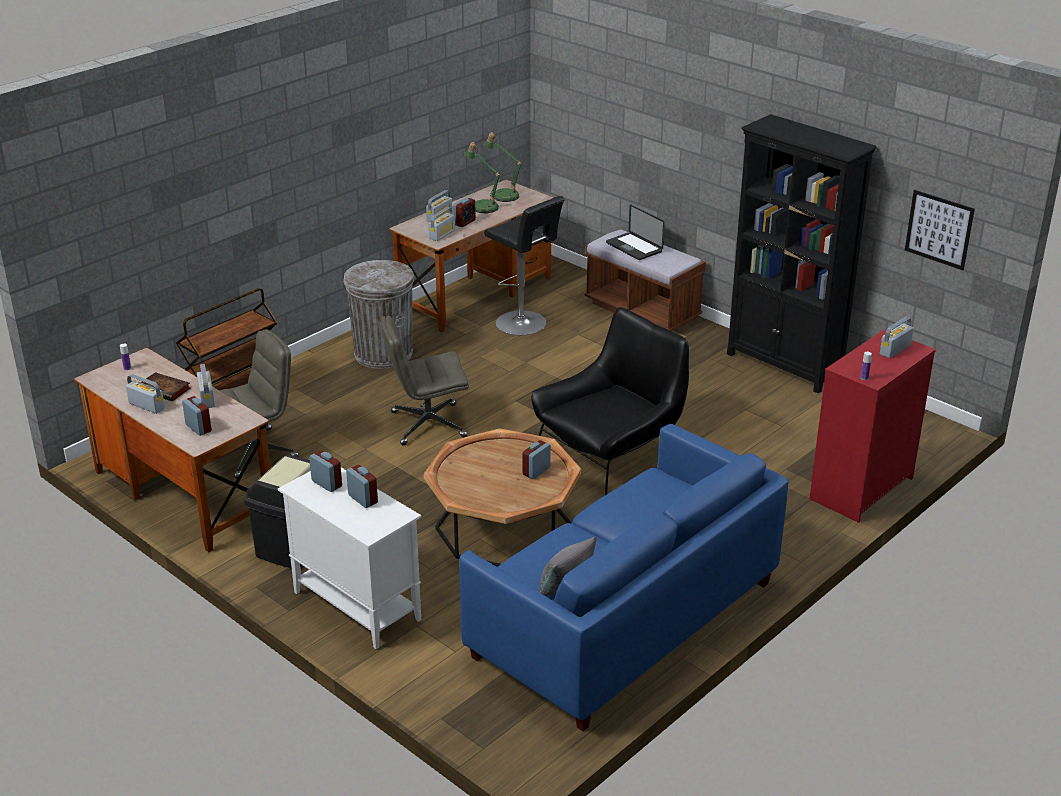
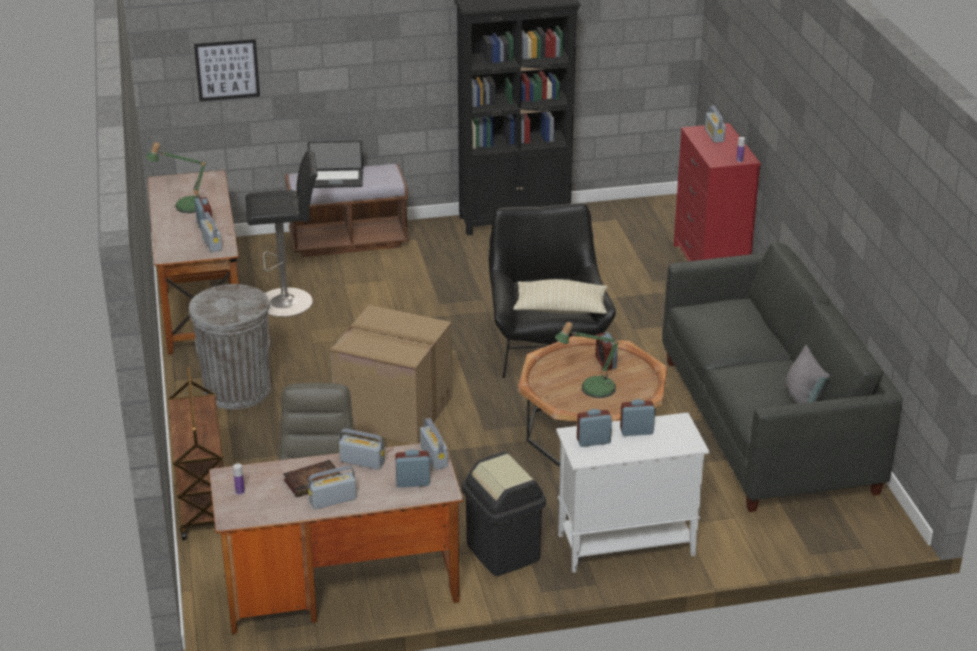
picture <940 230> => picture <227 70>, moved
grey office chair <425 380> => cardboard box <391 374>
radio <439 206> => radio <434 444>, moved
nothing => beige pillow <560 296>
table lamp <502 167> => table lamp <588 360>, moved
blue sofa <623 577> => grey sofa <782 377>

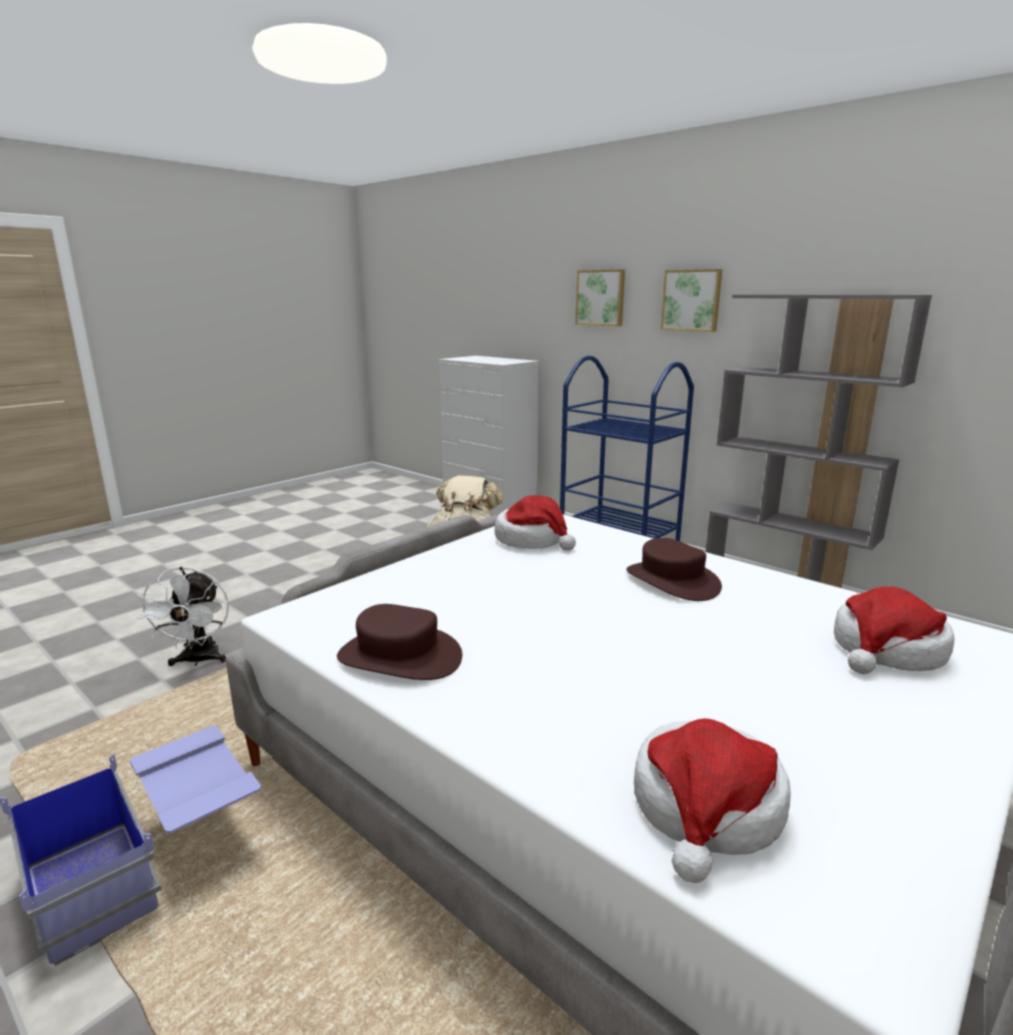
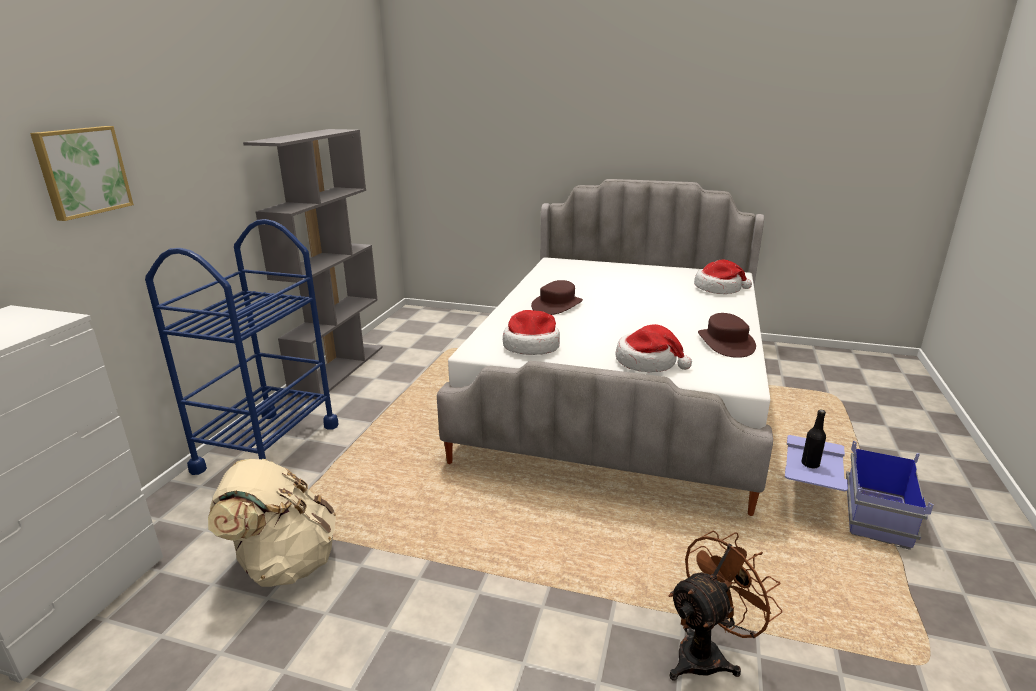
hat <894 630> => hat <653 348>, moved
white fan <183 616> => brown fan <725 606>
nothing => black bottle <813 439>
picture <691 300> => nothing

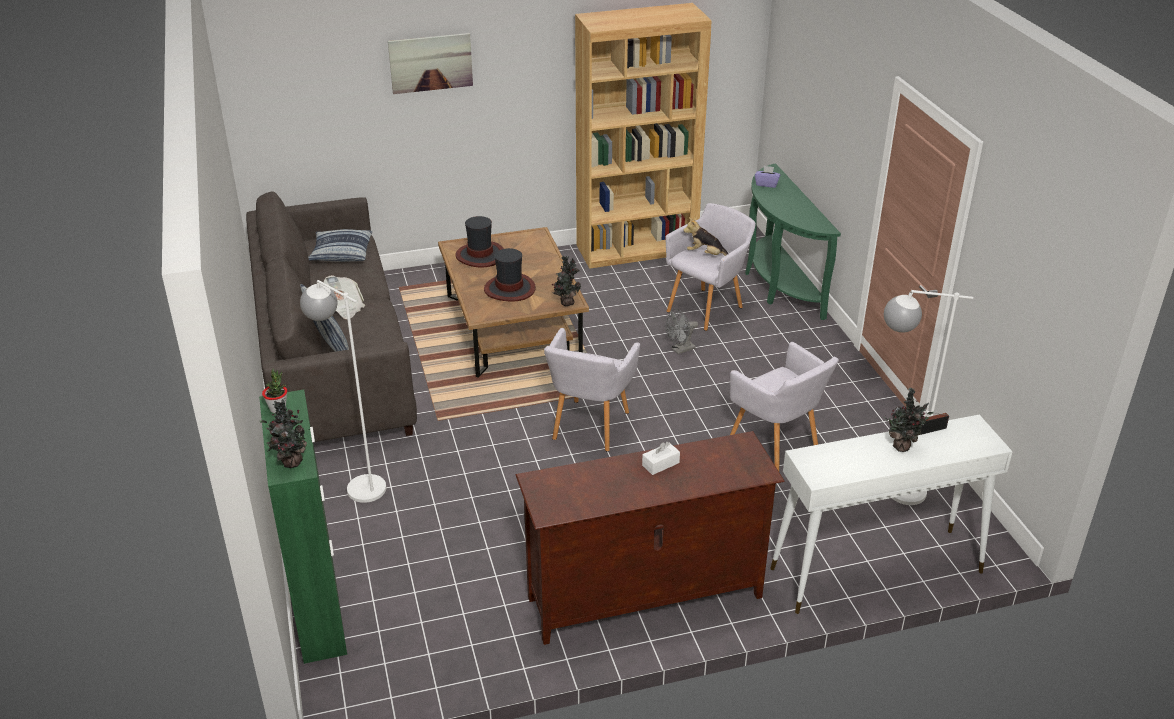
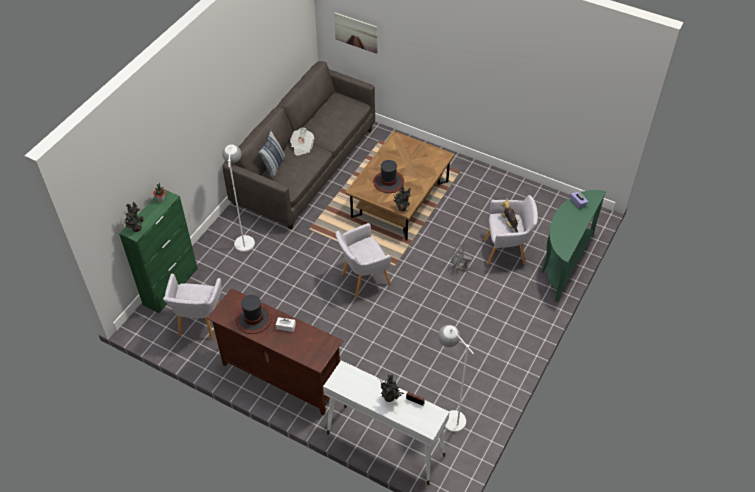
grey armchair <784 406> => grey armchair <192 306>, moved
hat <479 241> => hat <253 314>, moved
picture <430 63> => picture <356 33>, moved
pillow <340 245> => nothing
brown bookcase <643 136> => nothing

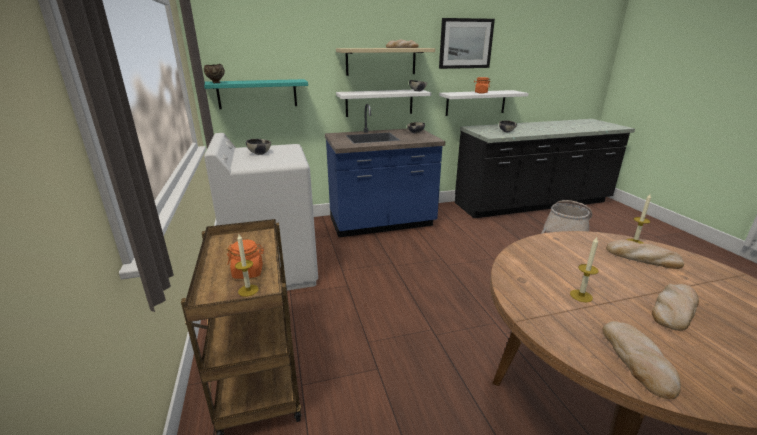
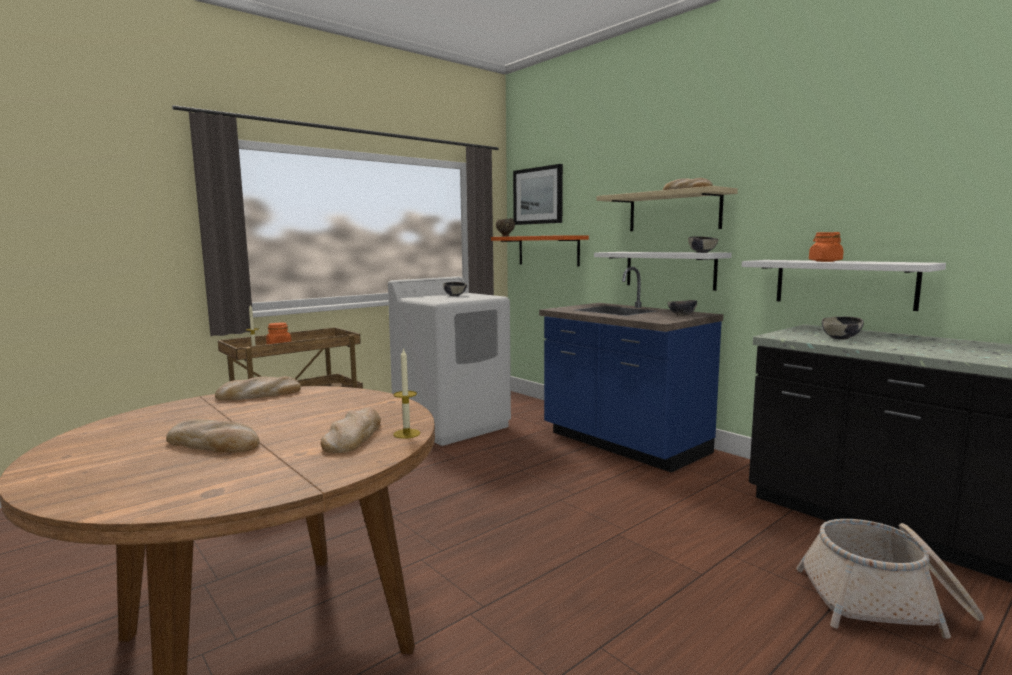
bread <642 360> => bread <258 388>, moved
turquoise shelf <256 94> => orange shelf <540 251>
picture <467 43> => picture <538 194>, moved
candle <584 269> => nothing

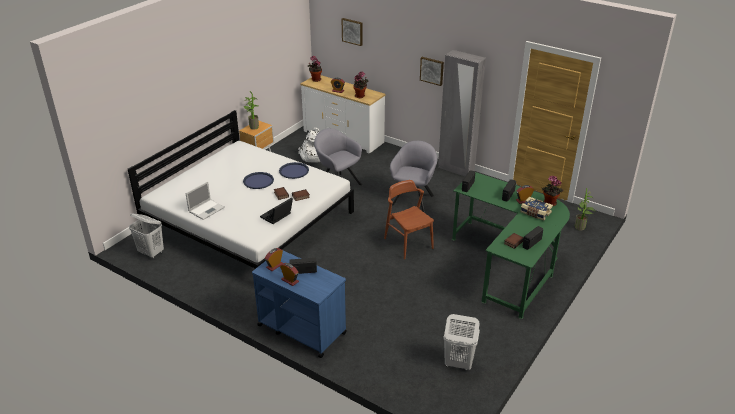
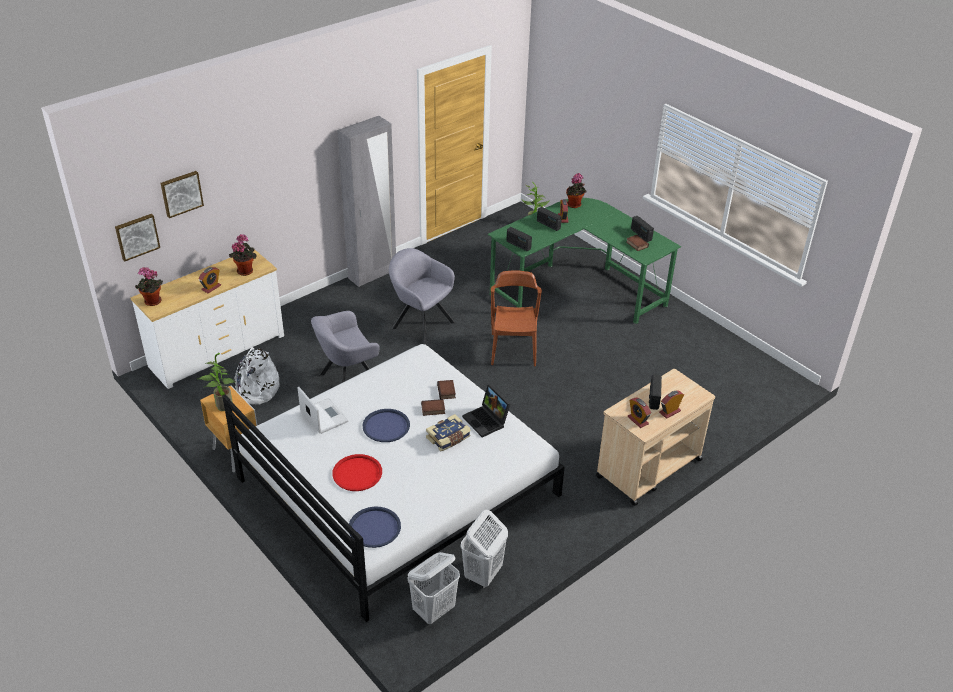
picture <432 71> => picture <137 237>, moved
laptop <205 201> => laptop <323 410>, moved
nothing => red tray <357 472>
blue tray <294 170> => blue tray <375 527>, moved
book <536 208> => book <448 433>, moved
white laundry basket <461 342> => white laundry basket <484 549>, moved
brown chair <409 219> => brown chair <516 318>, 105 degrees clockwise
blue cart <299 304> => beige cart <655 437>

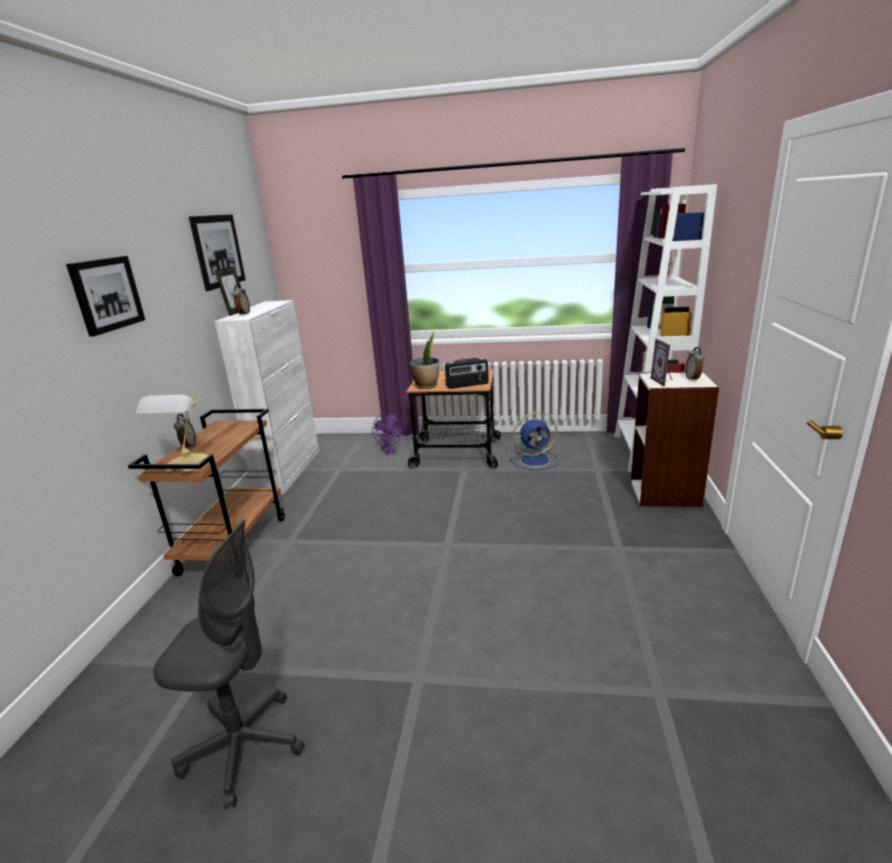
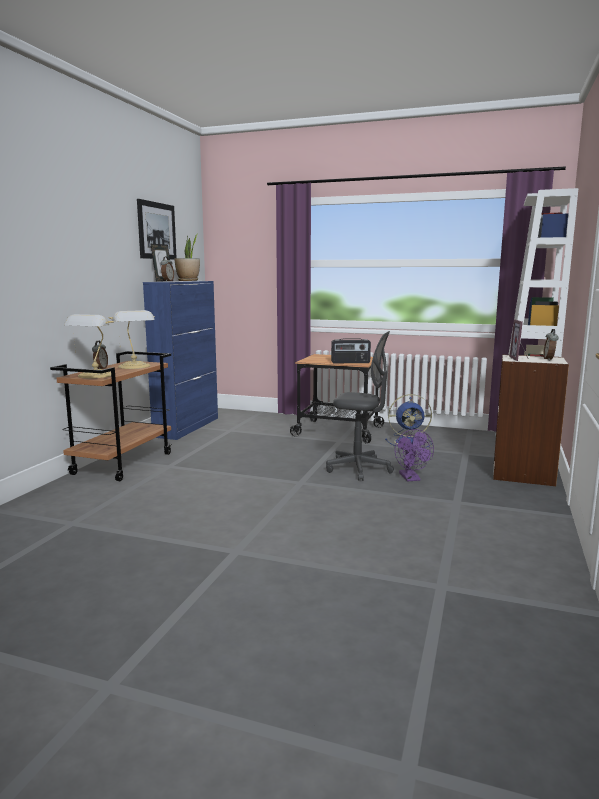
nothing => table lamp <132 339>
white cabinet <267 397> => blue cabinet <180 360>
potted plant <424 360> => potted plant <187 257>, moved
grey office chair <228 664> => grey office chair <360 406>, moved
purple fan <388 433> => purple fan <414 455>, moved
picture <105 296> => nothing

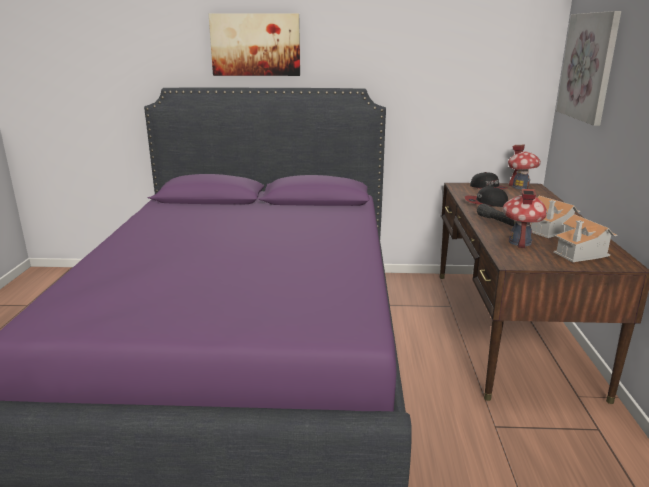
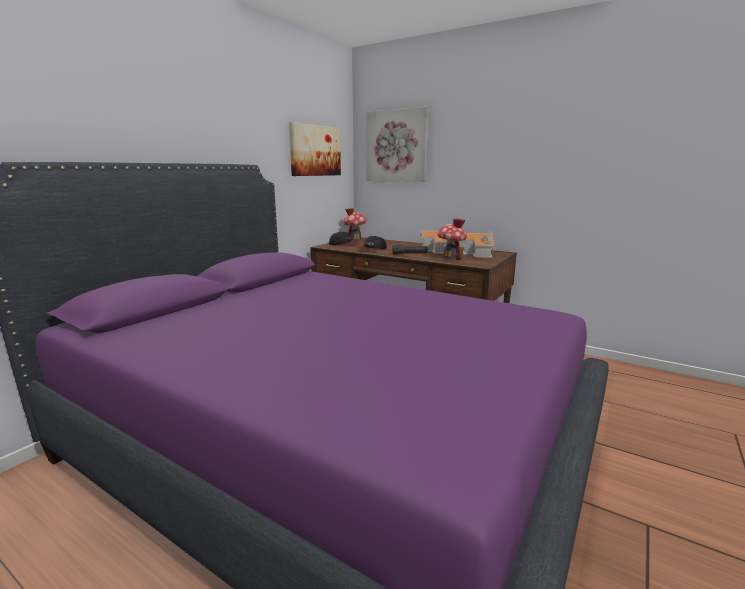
picture <254 44> => picture <315 149>, moved

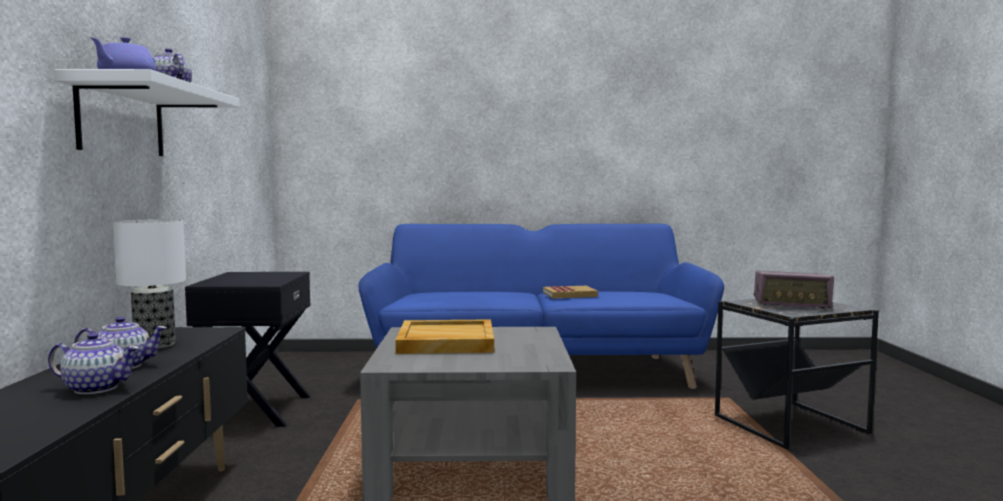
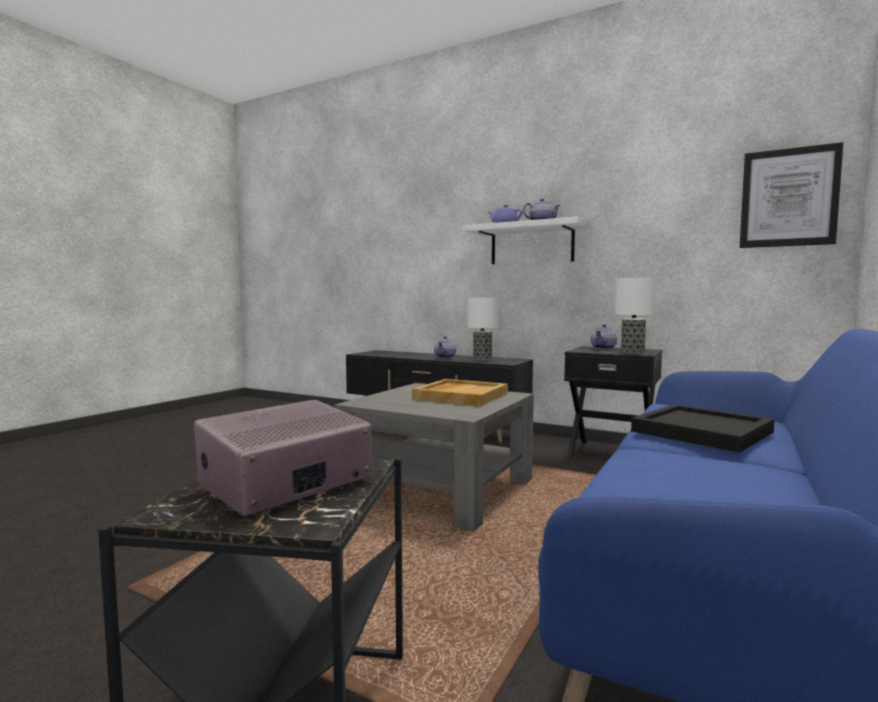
teapot <94 363> => teapot <604 337>, moved
nothing => table lamp <635 316>
nothing => black tray <703 428>
nothing => picture <791 195>
book <570 292> => nothing

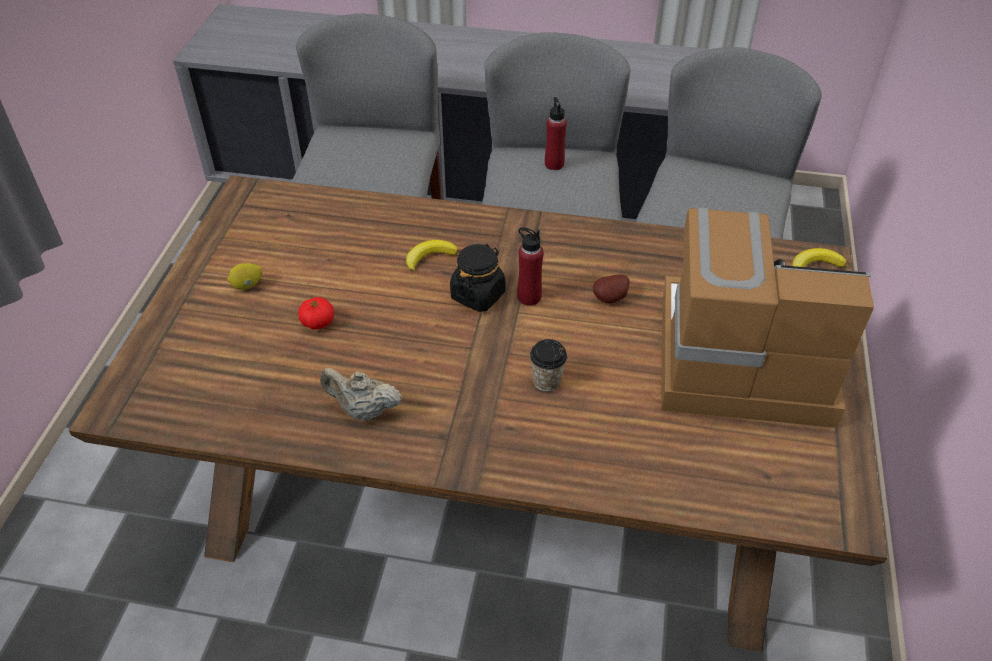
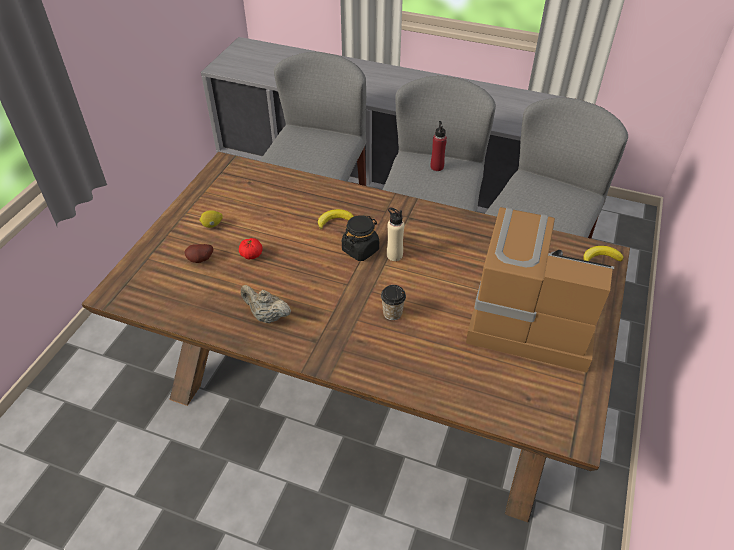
potato <611 289> => potato <198 253>, moved
red bottle <530 266> => beige bottle <395 234>

